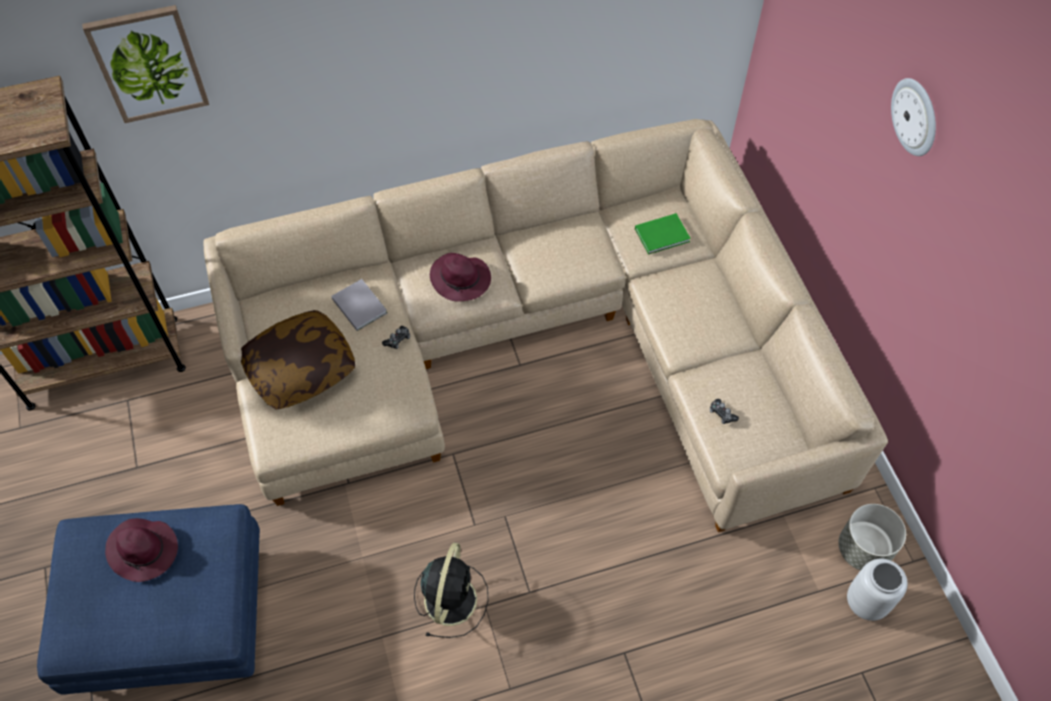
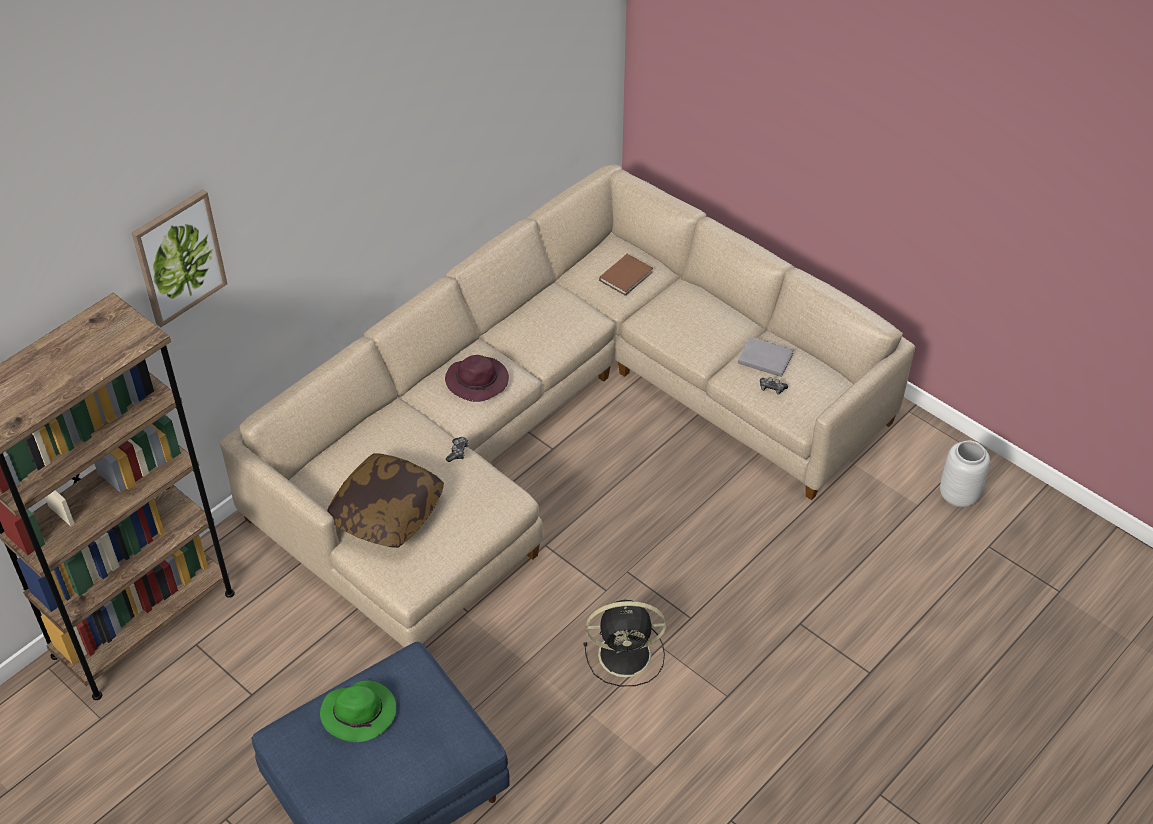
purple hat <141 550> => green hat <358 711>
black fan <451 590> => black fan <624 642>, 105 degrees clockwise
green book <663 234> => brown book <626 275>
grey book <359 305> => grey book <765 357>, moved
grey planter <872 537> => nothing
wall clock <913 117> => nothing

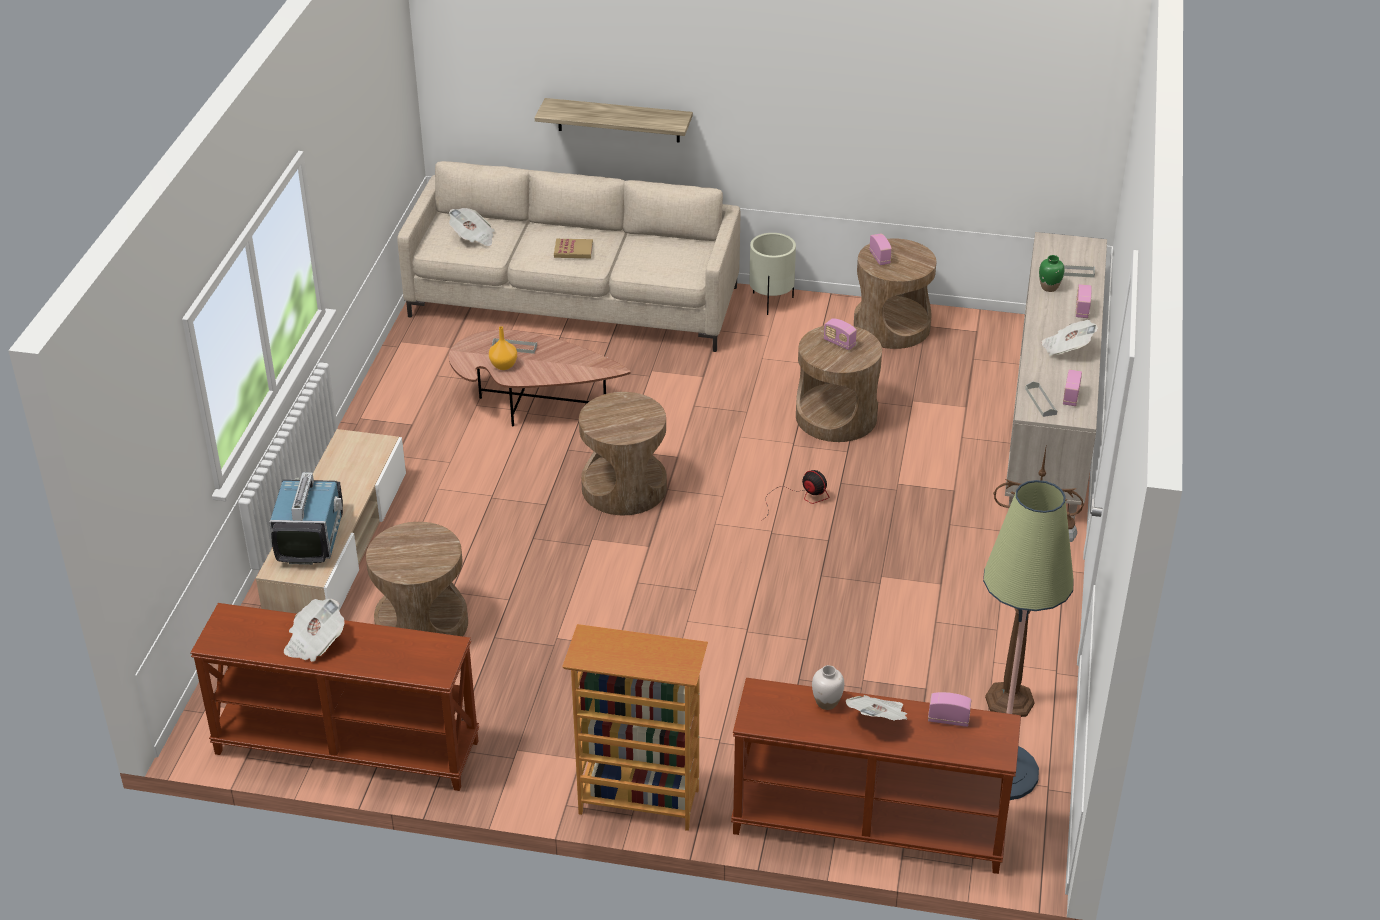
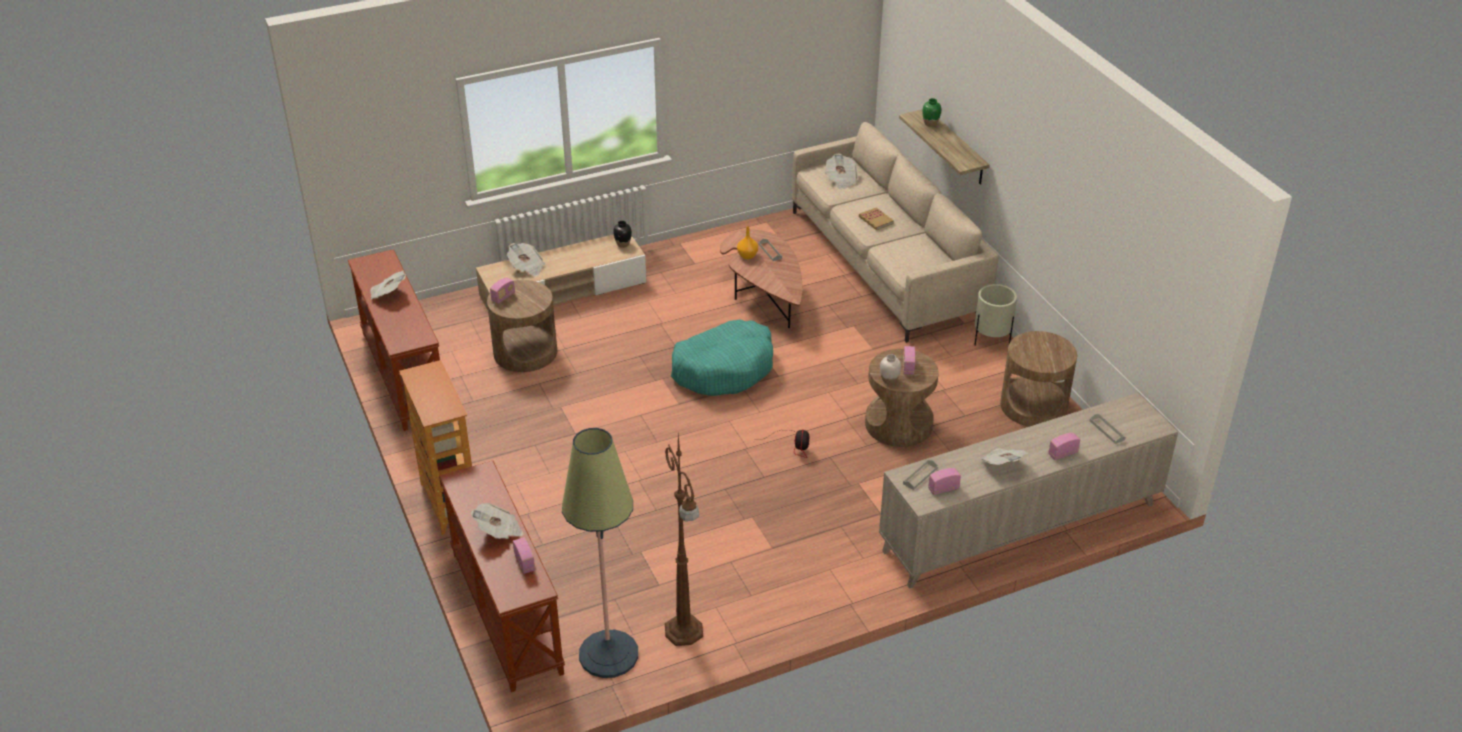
radio <880 249> => radio <502 290>, moved
television <306 518> => newspaper <526 260>
nothing => black vase <622 234>
brown side table <623 453> => turquoise dog bed <722 357>
white vase <828 687> => white vase <890 369>, moved
green vase <1051 273> => green vase <931 112>, moved

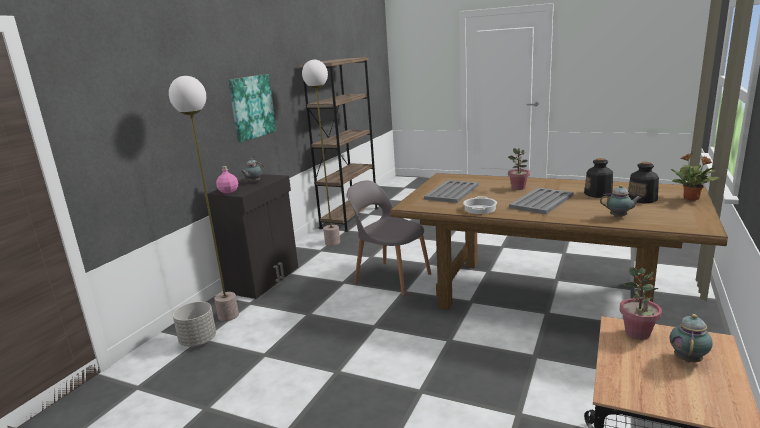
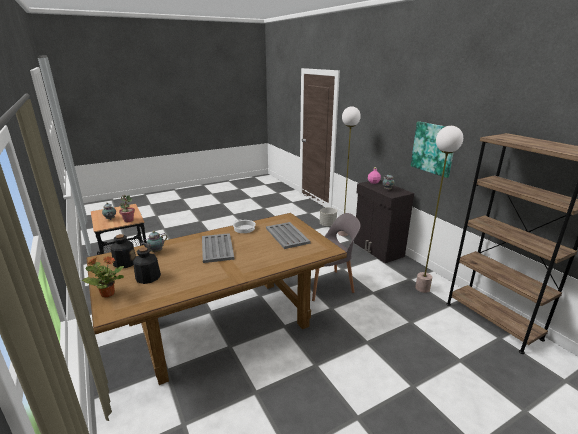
bottle <598 178> => bottle <123 251>, moved
potted plant <519 169> => nothing

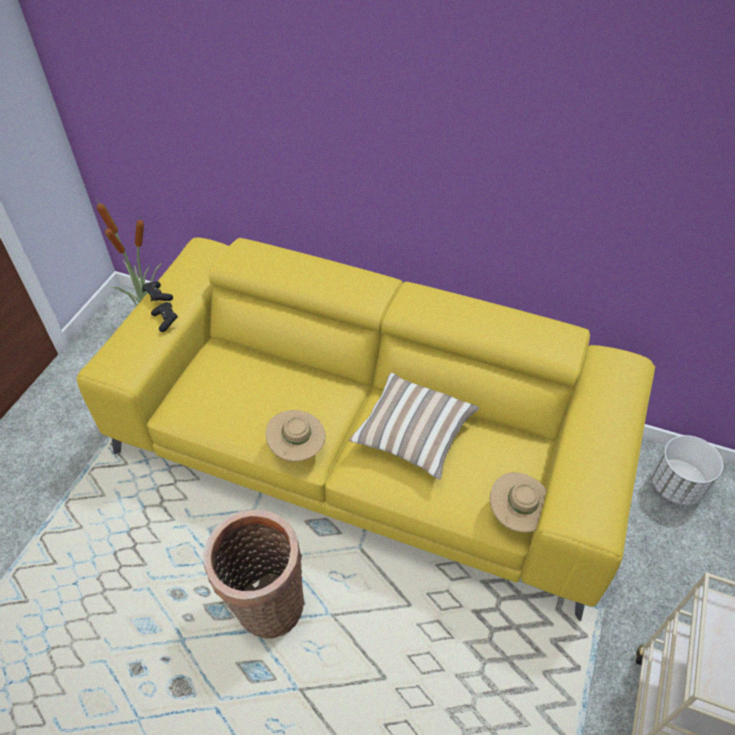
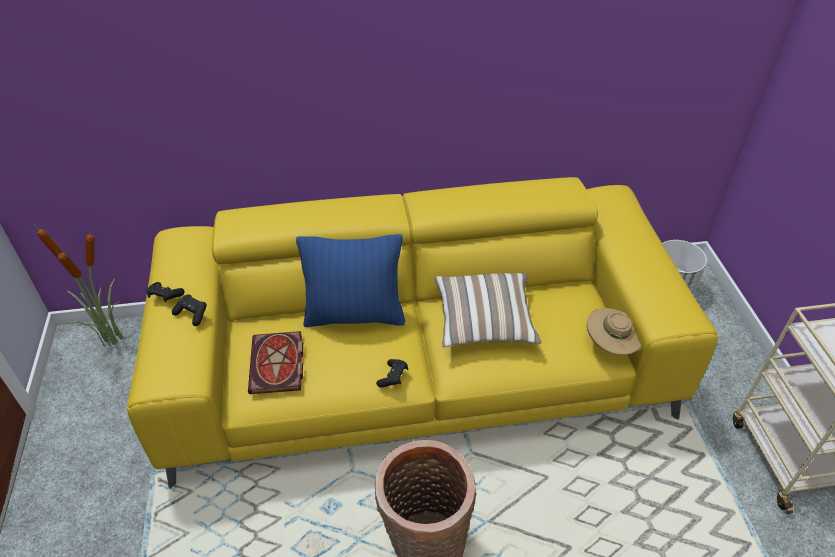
nothing => book <275 362>
nothing => blue pillow <350 280>
beige hat <295 436> => black game controller <392 373>

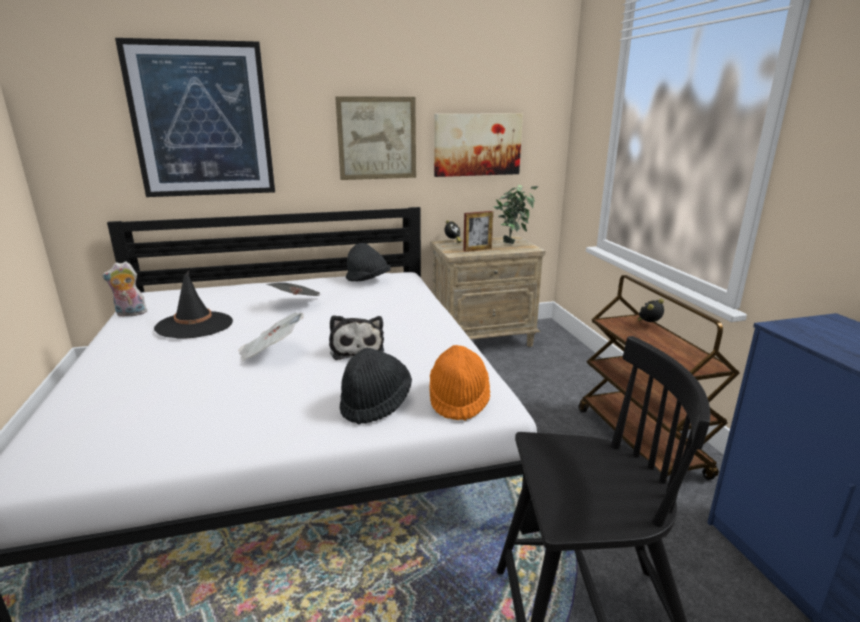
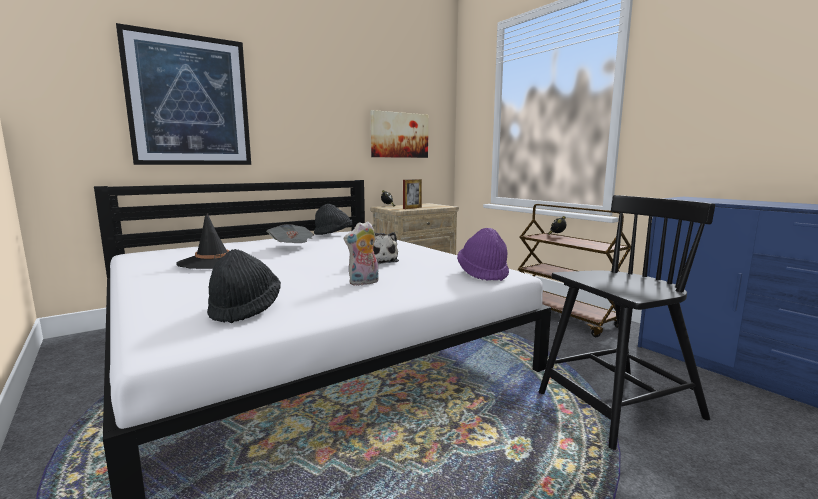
black hat <376 386> => black hat <244 286>, moved
plush toy <124 289> => plush toy <361 253>, moved
orange hat <459 383> => purple hat <483 254>
newspaper <271 336> => nothing
picture <375 138> => nothing
potted plant <515 214> => nothing

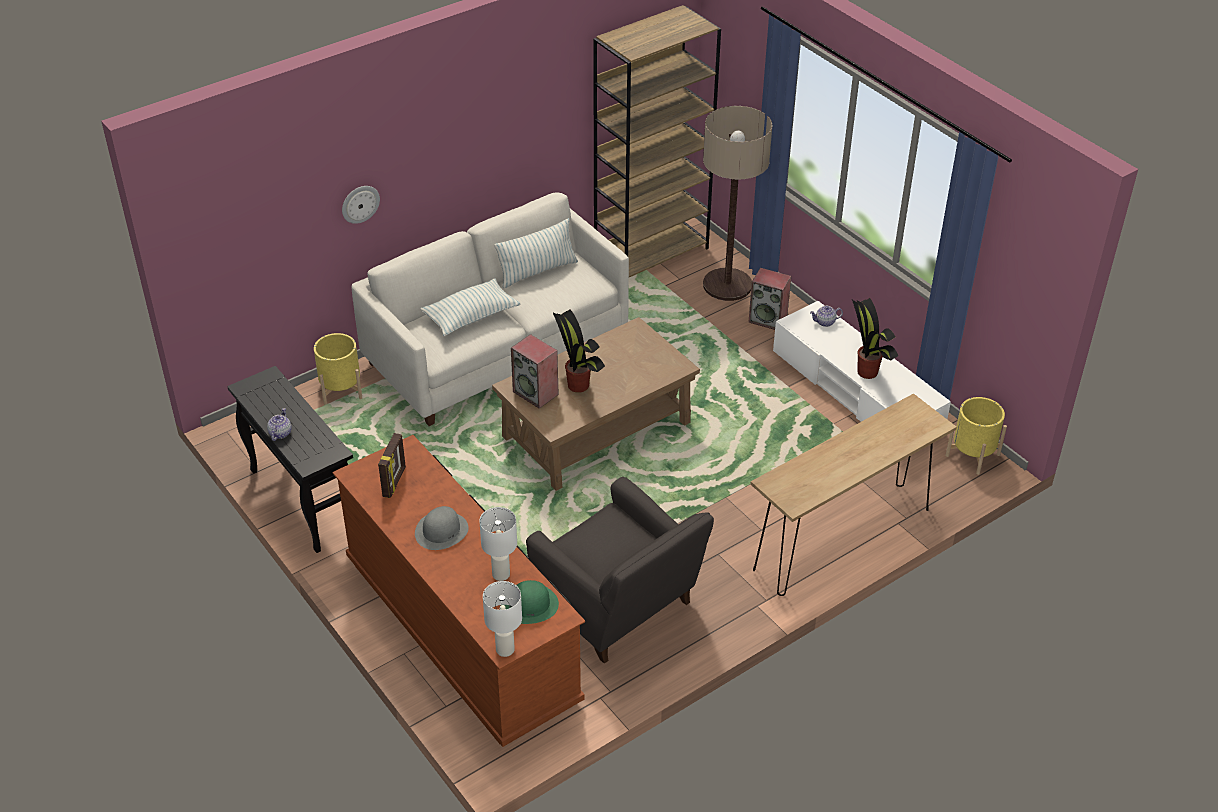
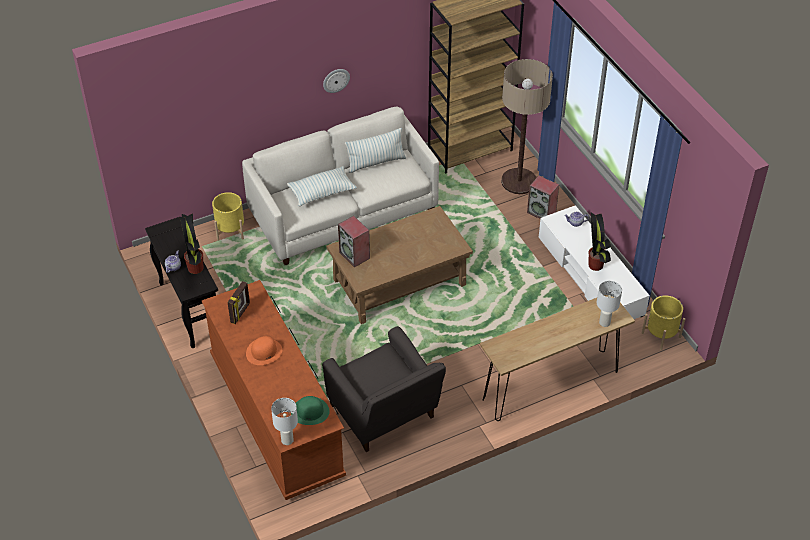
potted plant <579 351> => potted plant <191 244>, moved
grey hat <442 528> => orange hat <264 350>
wall clock <361 205> => wall clock <336 81>, moved
white table lamp <498 544> => white table lamp <609 304>, moved

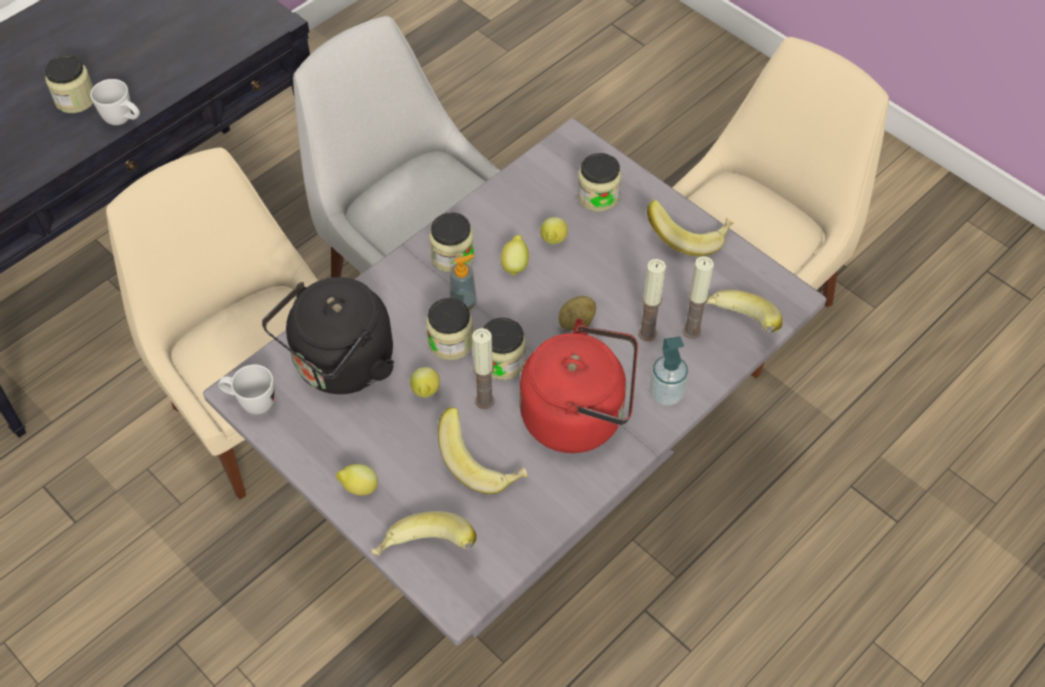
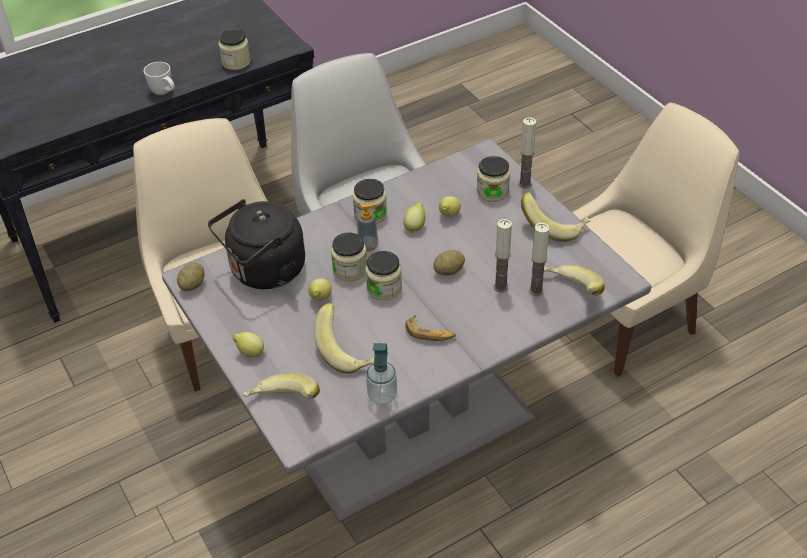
white mug <246 389> => potato <191 276>
jar <69 84> => jar <234 49>, moved
soap dispenser <668 371> => soap dispenser <381 374>, moved
red kettle <579 386> => banana <430 328>
candle <483 368> => candle <527 152>, moved

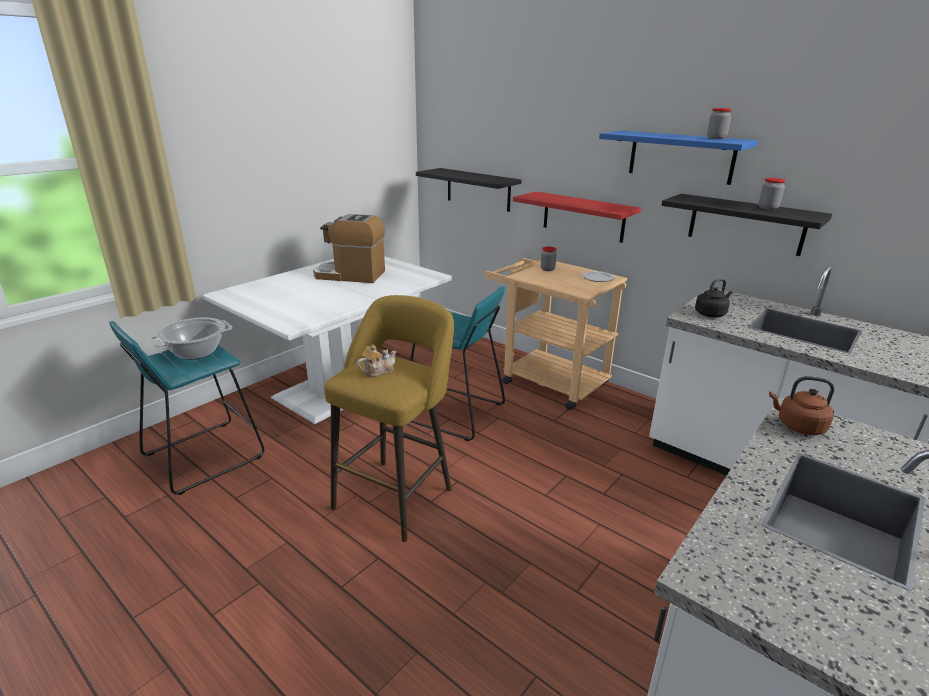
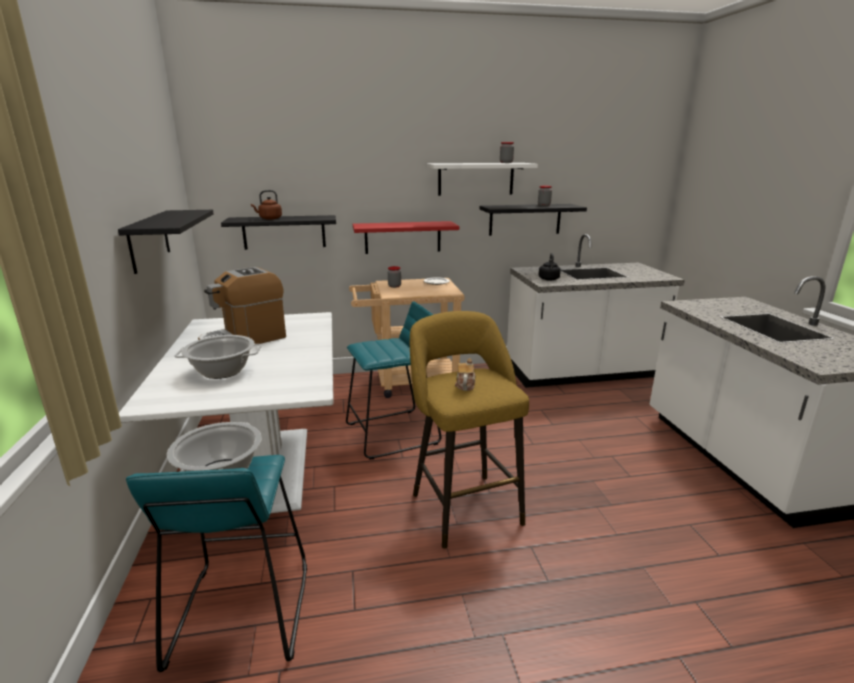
nothing => black shelf <166 242>
nothing => cooking pot <218 357>
brown kettle <802 405> => brown kettle <266 205>, moved
blue shelf <678 157> => white shelf <482 179>

